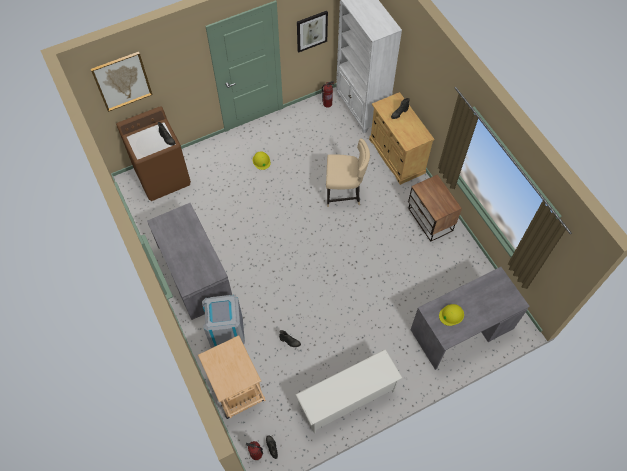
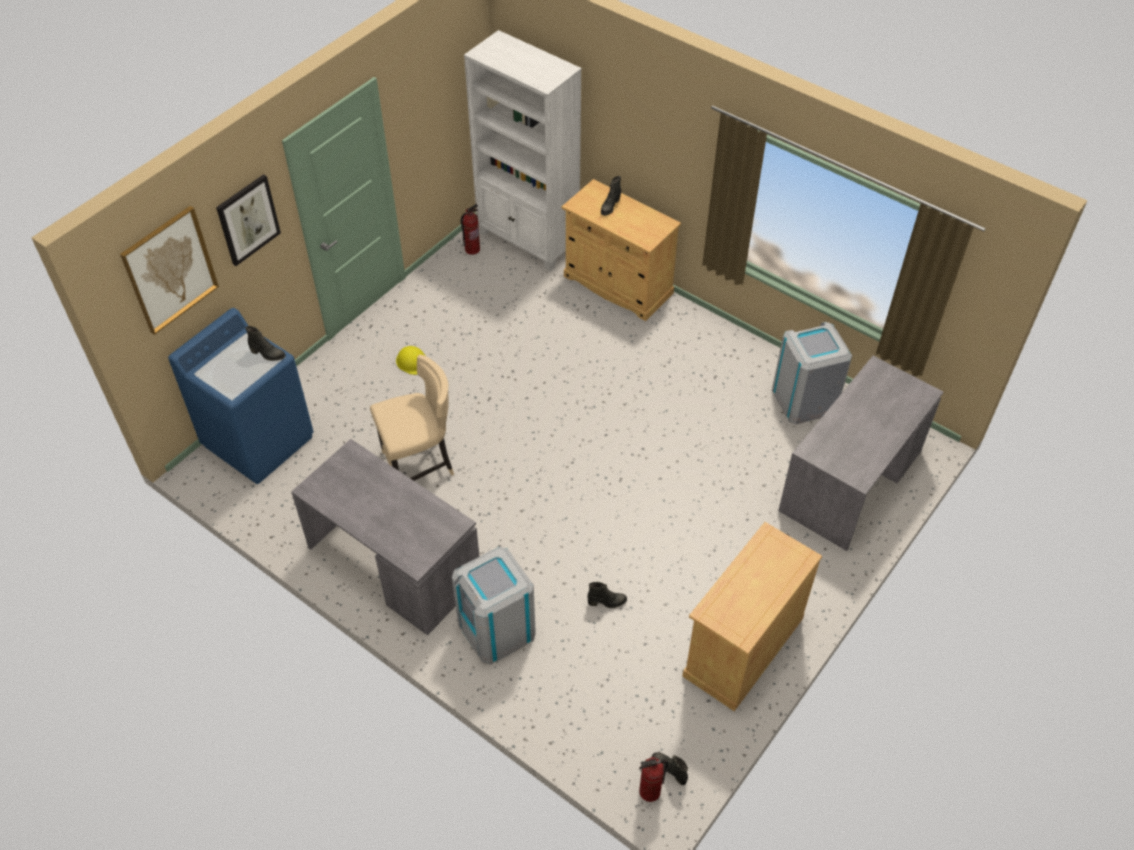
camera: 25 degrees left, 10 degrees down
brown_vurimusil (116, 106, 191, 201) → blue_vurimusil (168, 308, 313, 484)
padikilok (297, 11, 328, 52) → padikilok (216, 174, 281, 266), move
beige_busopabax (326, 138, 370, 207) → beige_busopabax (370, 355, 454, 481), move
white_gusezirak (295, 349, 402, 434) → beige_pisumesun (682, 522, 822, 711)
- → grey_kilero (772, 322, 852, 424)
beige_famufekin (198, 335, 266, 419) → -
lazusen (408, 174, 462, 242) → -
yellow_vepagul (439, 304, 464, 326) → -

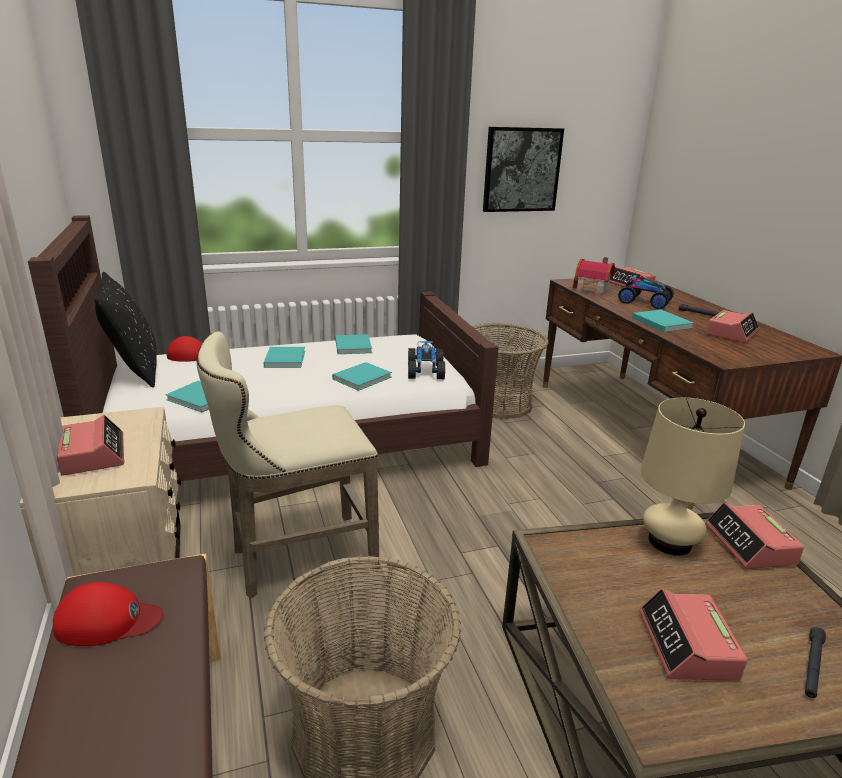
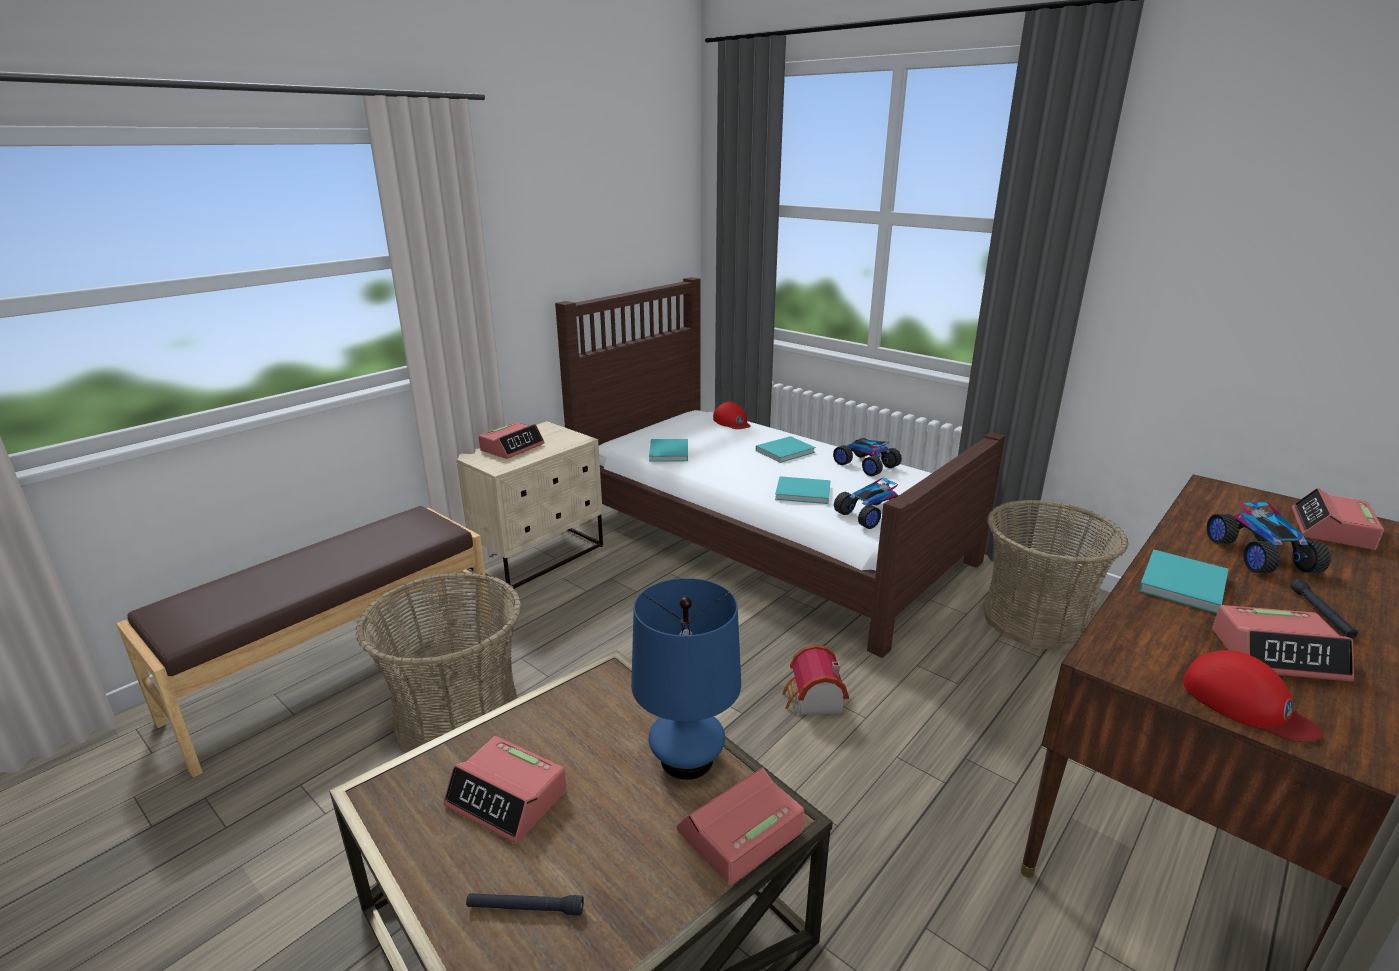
camera: 60 degrees right, 0 degrees up
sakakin (639, 589, 748, 681) → sakakin (443, 736, 567, 844), 120 degrees counterclockwise
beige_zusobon (641, 398, 745, 556) → blue_zusobon (631, 578, 741, 780)
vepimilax (573, 257, 615, 296) → vepimilax (782, 645, 849, 715), move
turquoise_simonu (335, 334, 372, 354) → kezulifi (833, 438, 902, 476)
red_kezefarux (53, 582, 163, 646) → red_kezefarux (1183, 650, 1323, 742), move
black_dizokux (95, 272, 157, 387) → -
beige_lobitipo (197, 331, 380, 598) → -
padikilok (483, 127, 564, 212) → -

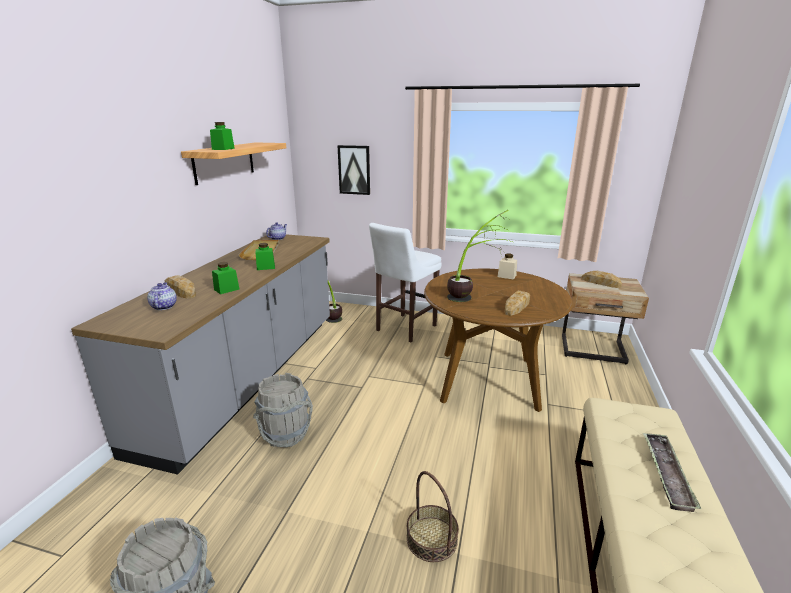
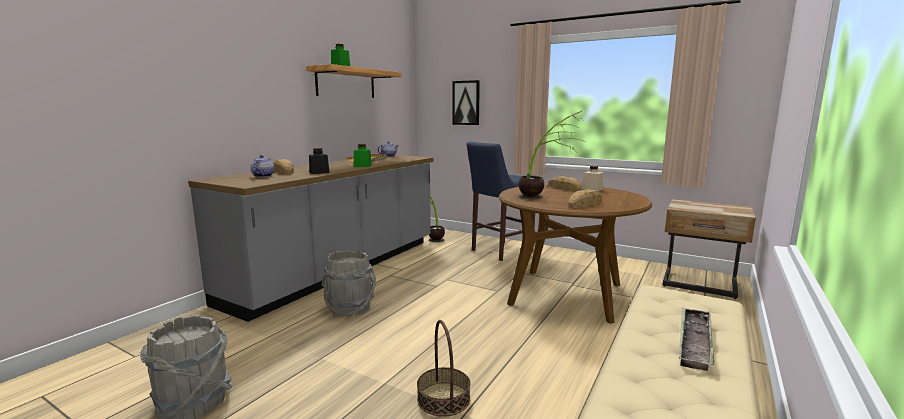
camera: 15 degrees right, 10 degrees down
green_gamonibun (212, 262, 239, 294) → black_gamonibun (309, 148, 329, 174)
white_lobitipo (369, 223, 442, 342) → blue_lobitipo (467, 142, 535, 261)
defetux (581, 271, 622, 288) → defetux (548, 176, 582, 192), move

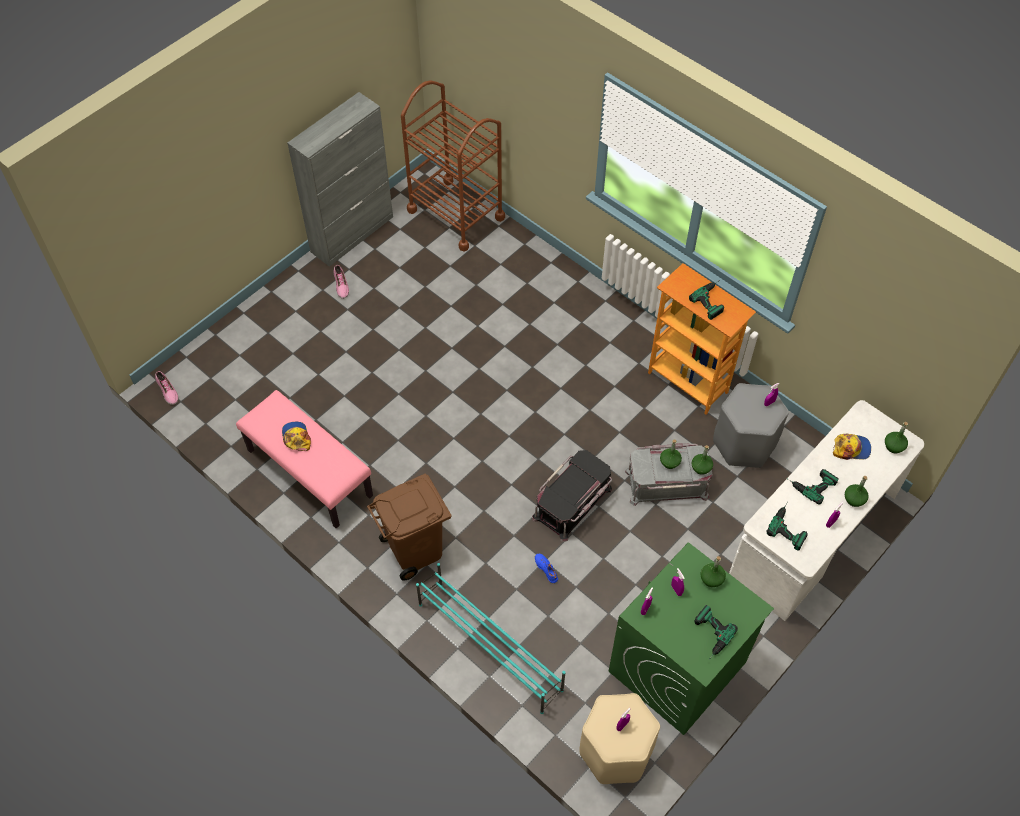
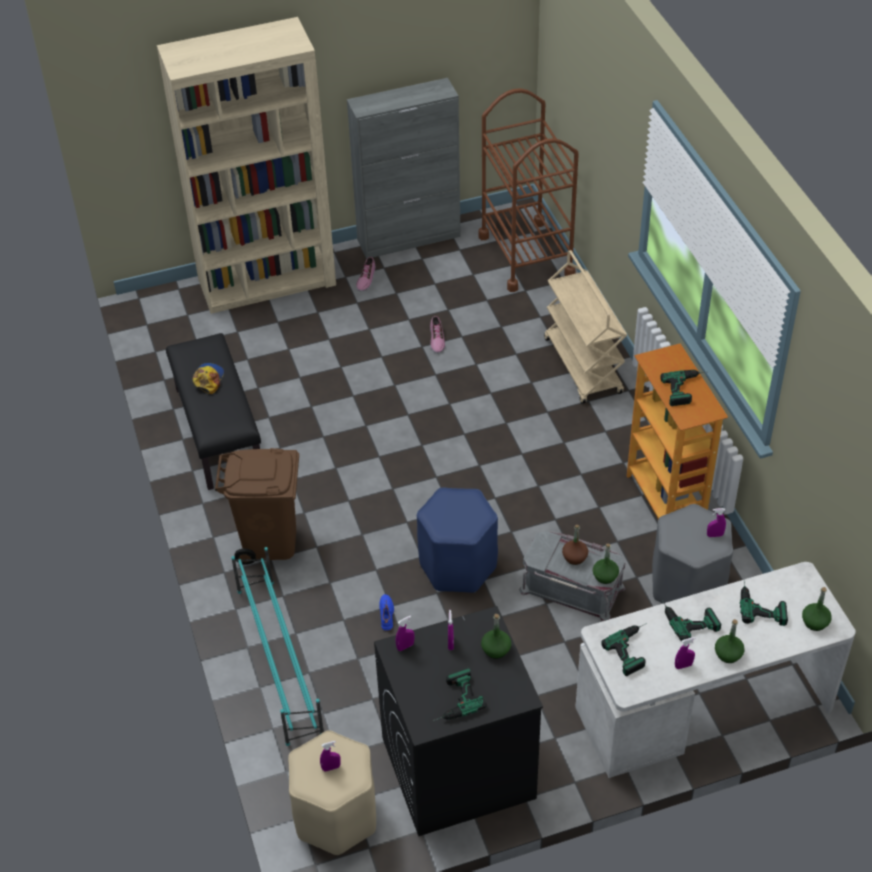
camera: 30 degrees right, 10 degrees down
- → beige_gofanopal (157, 17, 336, 314)
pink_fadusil (236, 390, 373, 529) → black_fadusil (166, 333, 261, 490)
green_vurimusil (609, 542, 774, 735) → black_vurimusil (374, 606, 543, 836)
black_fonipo (532, 450, 612, 542) → blue_lobitipo (417, 487, 498, 593)
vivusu (155, 371, 178, 405) → vivusu (430, 316, 445, 353), move
- → beige_famufekin (544, 250, 627, 404)
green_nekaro (660, 440, 682, 469) → brown_nekaro (562, 525, 588, 565)
kezefarux (833, 434, 871, 460) → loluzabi (740, 579, 788, 626)

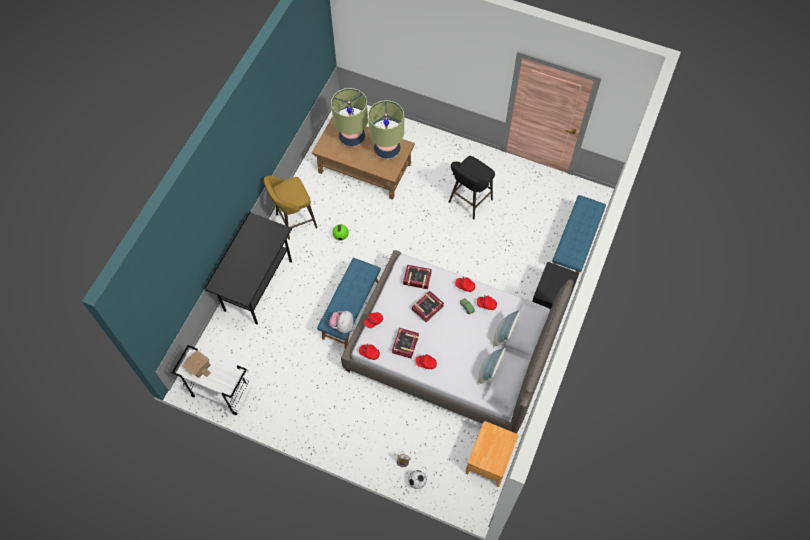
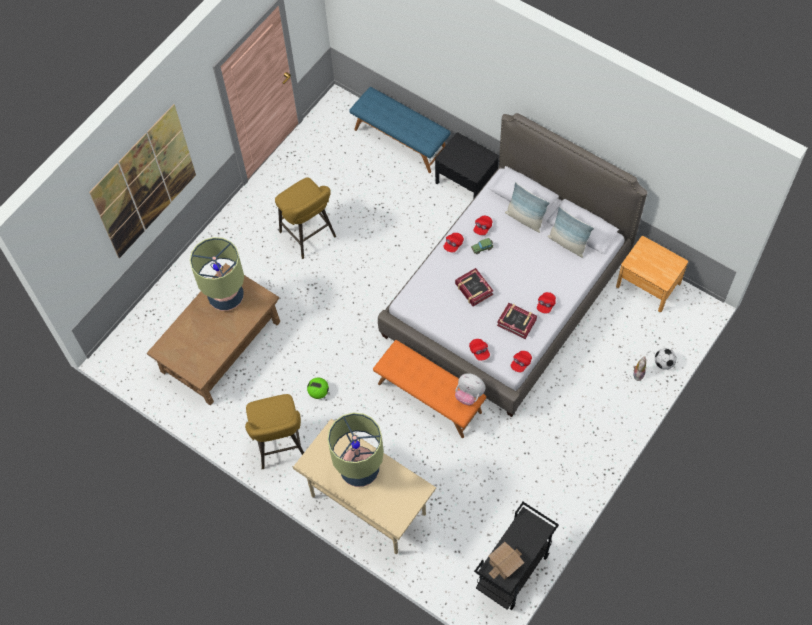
camera: 75 degrees left, 0 degrees up
- → padikilok (89, 104, 196, 258)
black_lobitipo (449, 156, 495, 220) → yellow_lobitipo (275, 177, 336, 259)
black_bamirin (204, 211, 292, 325) → beige_bamirin (292, 419, 436, 554)
zusobon (331, 88, 368, 147) → zusobon (327, 413, 384, 487), move
blue_fadusil (317, 258, 381, 349) → orange_fadusil (373, 340, 486, 438)
white_famufekin (172, 345, 252, 415) → black_famufekin (474, 502, 559, 610)
simonu (403, 265, 432, 289) → -

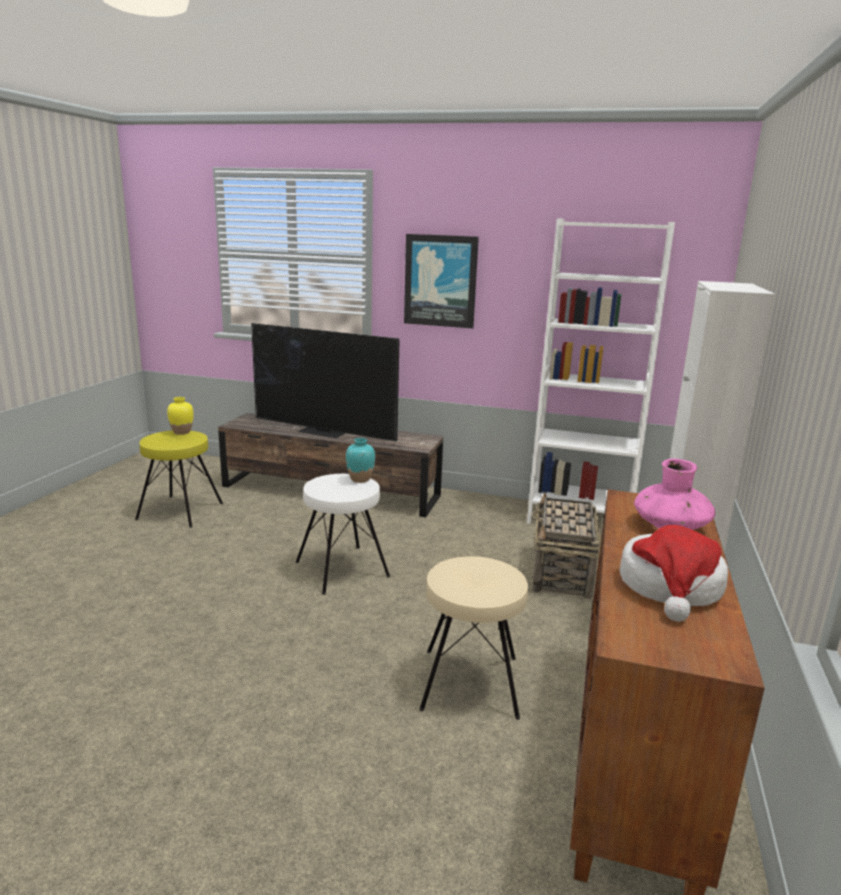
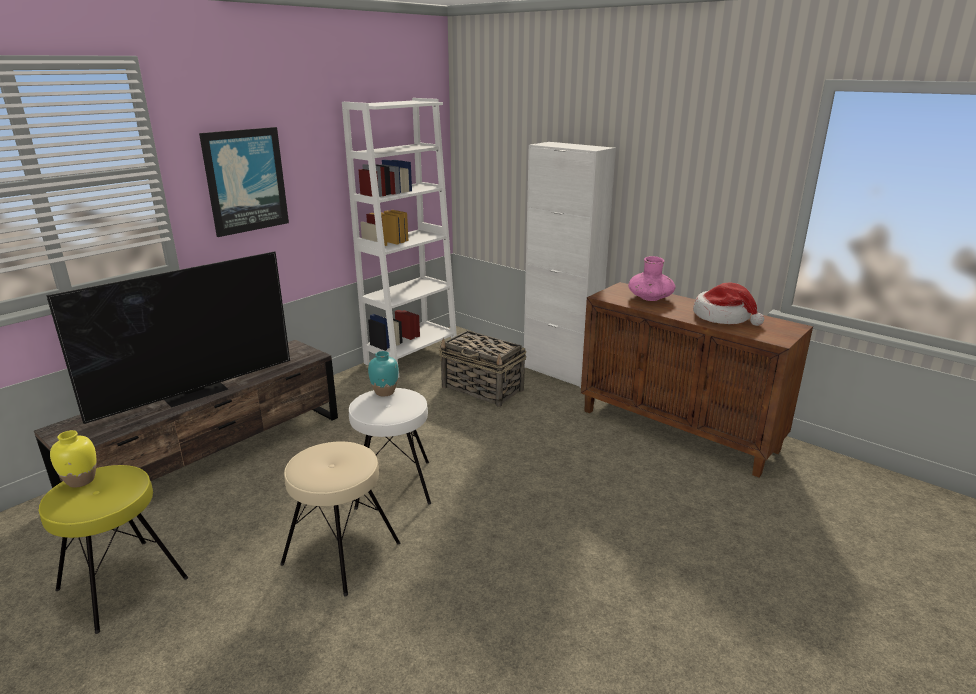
camera: 65 degrees left, 5 degrees up
beige_lobitipo (419, 556, 528, 720) → beige_lobitipo (280, 441, 400, 596), move

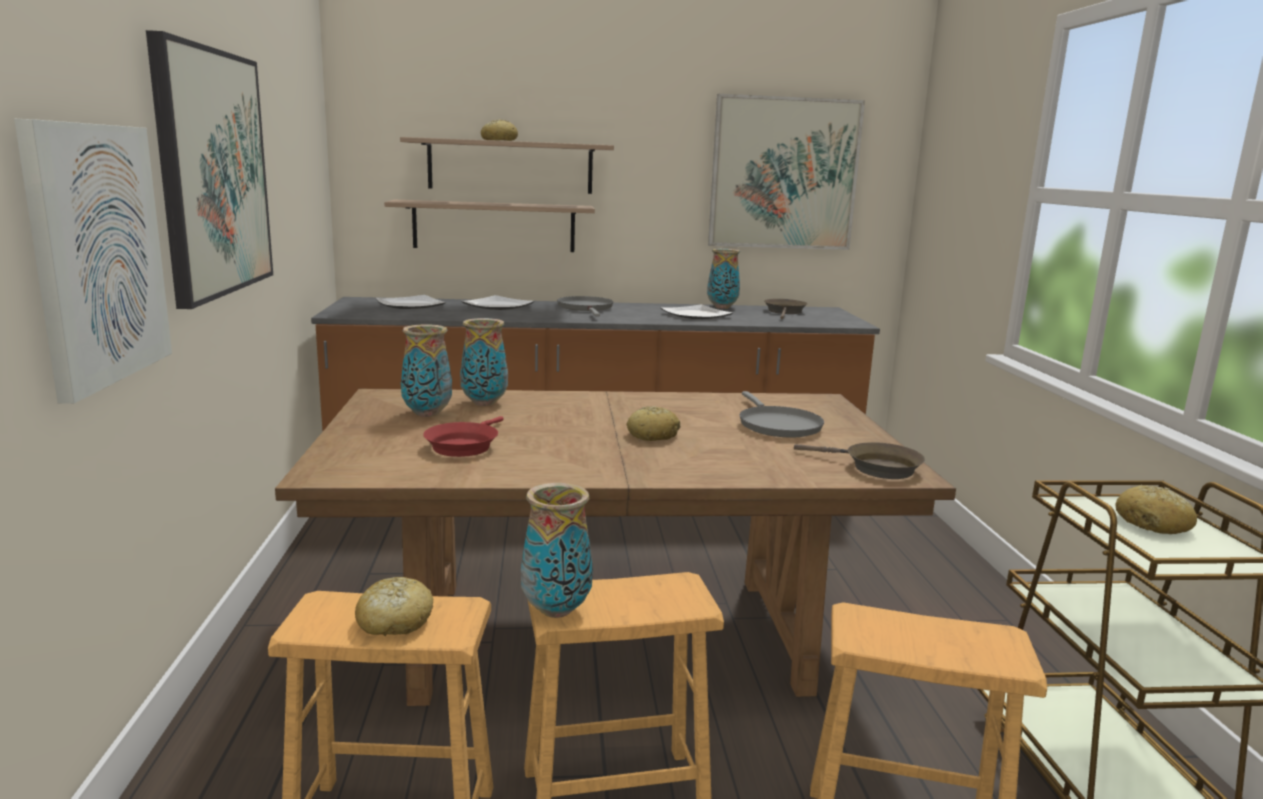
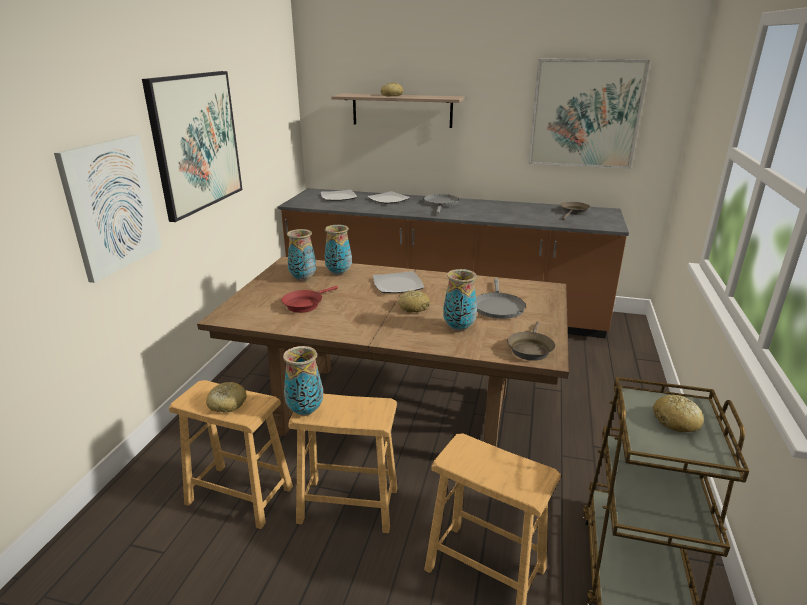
camera: 20 degrees right, 10 degrees up
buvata (661, 304, 733, 319) → buvata (373, 271, 424, 293), move
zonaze (707, 249, 740, 309) → zonaze (443, 269, 477, 332), move
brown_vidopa (794, 442, 925, 479) → brown_vidopa (507, 321, 555, 361), 60 degrees clockwise
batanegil (384, 200, 595, 252) → -

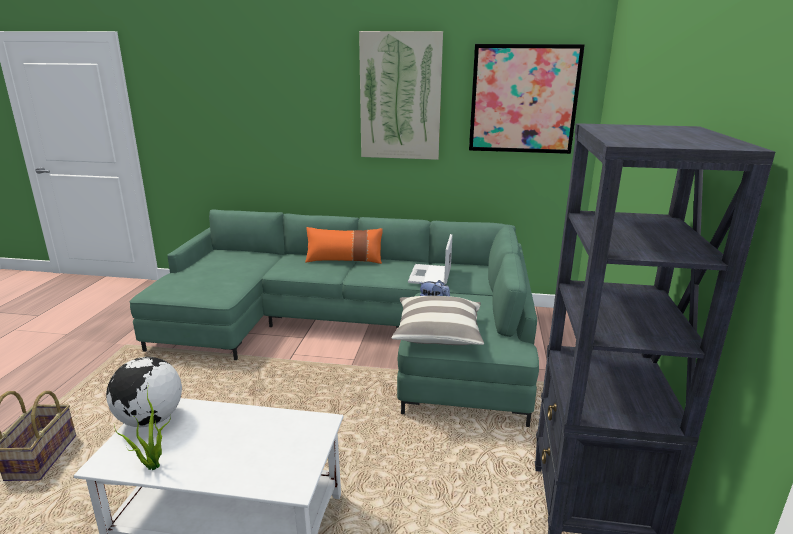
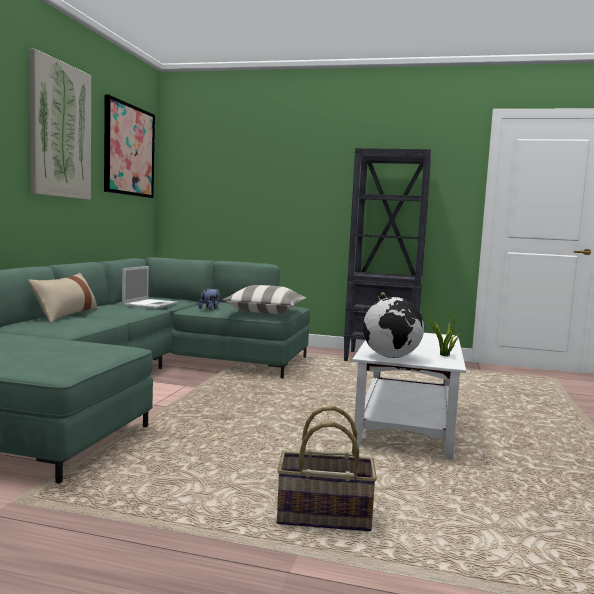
camera: 85 degrees left, 15 degrees down
orange_dizokux (305, 227, 383, 264) → beige_dizokux (28, 273, 98, 323)
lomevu (408, 234, 452, 285) → lomevu (122, 266, 178, 309), 90 degrees counterclockwise

